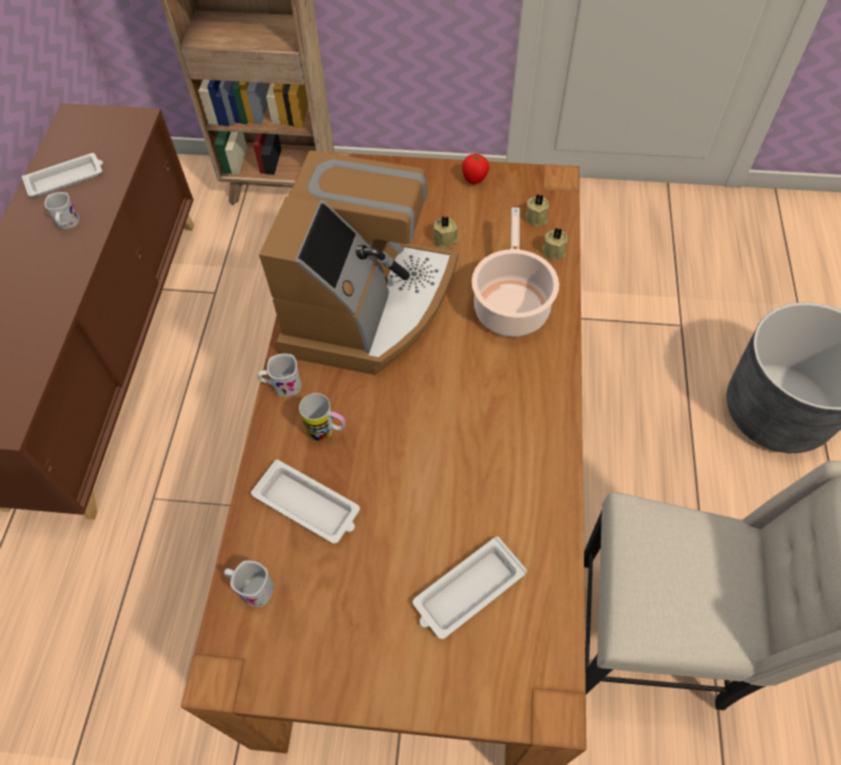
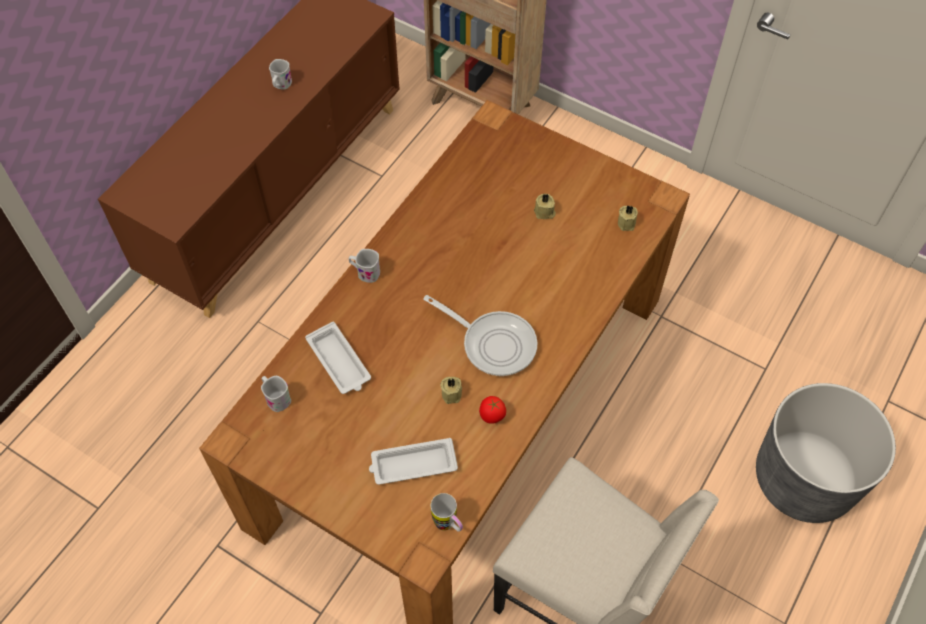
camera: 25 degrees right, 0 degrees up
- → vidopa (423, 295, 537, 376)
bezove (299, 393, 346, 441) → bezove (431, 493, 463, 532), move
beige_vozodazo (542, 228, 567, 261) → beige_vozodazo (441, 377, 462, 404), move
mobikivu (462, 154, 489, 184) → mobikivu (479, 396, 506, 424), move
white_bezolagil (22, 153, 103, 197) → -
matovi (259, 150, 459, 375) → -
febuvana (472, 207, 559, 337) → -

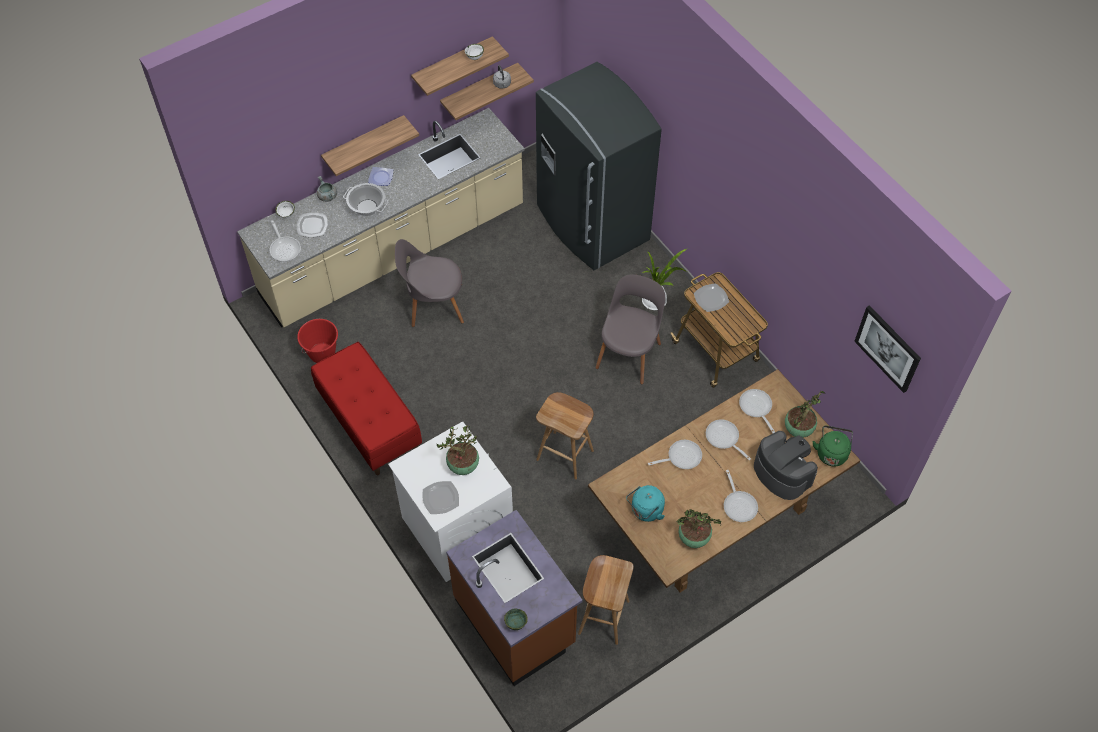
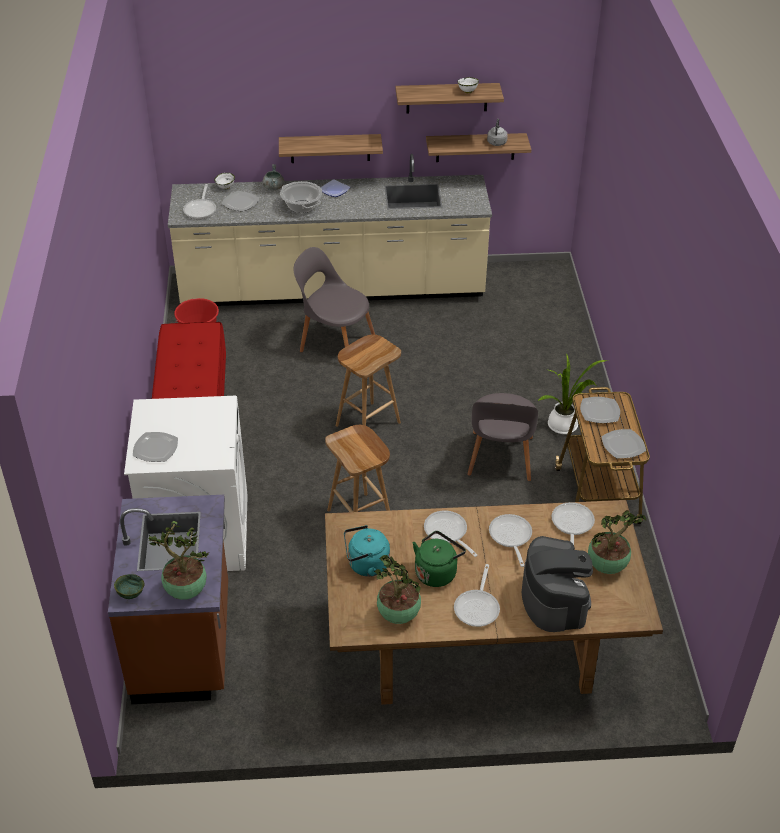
camera: 30 degrees right, 15 degrees down
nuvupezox (437, 426, 479, 475) → nuvupezox (149, 521, 209, 600), move
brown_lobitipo (578, 555, 634, 645) → brown_lobitipo (336, 335, 401, 427), move
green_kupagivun (812, 426, 853, 466) → green_kupagivun (413, 531, 466, 587), move
vidopa (648, 440, 702, 469) → vidopa (424, 510, 478, 557), 135 degrees counterclockwise
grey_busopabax (595, 274, 665, 384) → grey_busopabax (467, 393, 538, 481), 135 degrees clockwise
- → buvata (601, 429, 646, 458)
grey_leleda (536, 62, 662, 270) → -
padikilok (854, 305, 921, 393) → -

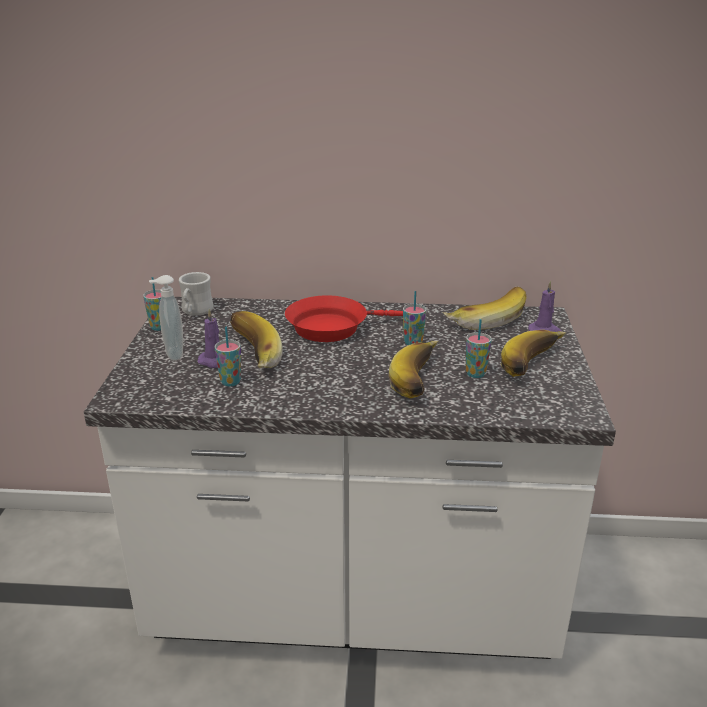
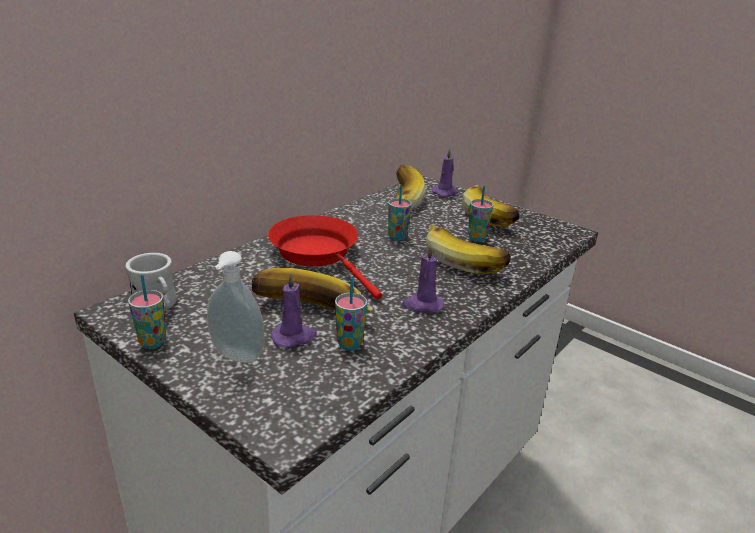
camera: 55 degrees left, 0 degrees up
red_vidopa (285, 295, 403, 342) → red_vidopa (268, 215, 382, 300), 120 degrees clockwise
- → purple_vozodazo (402, 244, 444, 313)

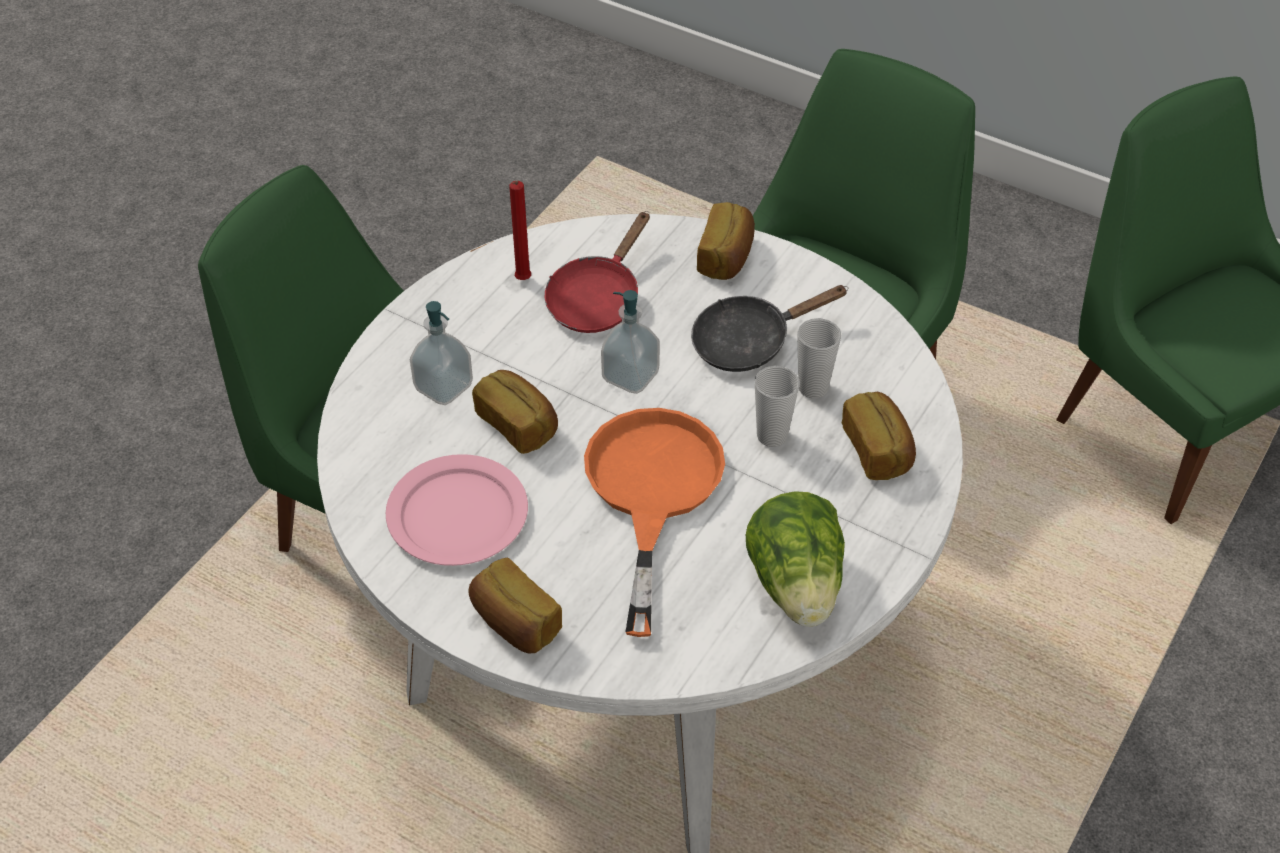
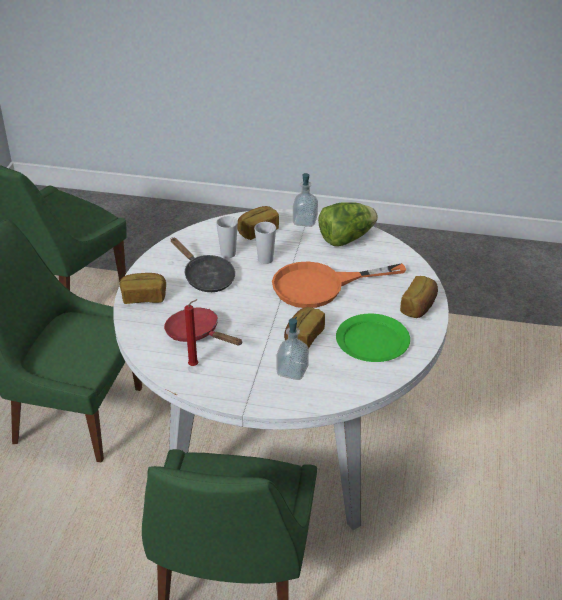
camera: 110 degrees left, 10 degrees down
red_vidopa (545, 211, 650, 333) → red_vidopa (164, 308, 243, 345), 150 degrees counterclockwise
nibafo (601, 290, 660, 394) → nibafo (293, 173, 318, 227), move
pink_buvata (386, 454, 528, 566) → green_buvata (336, 314, 410, 362)

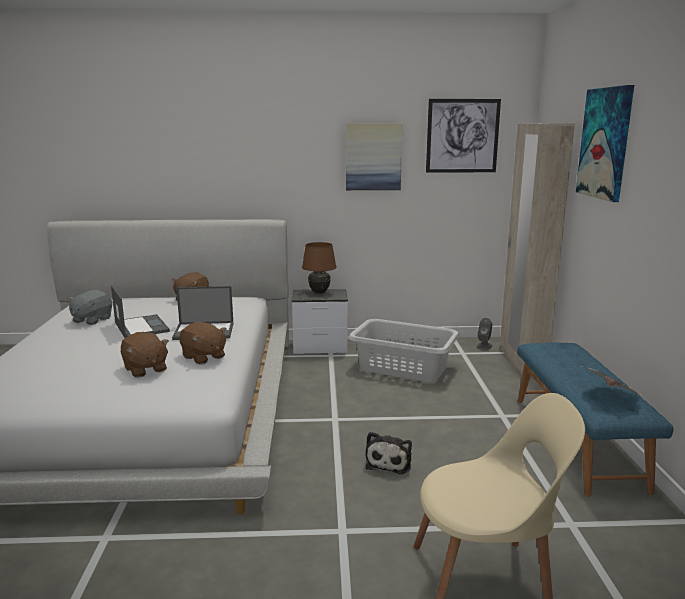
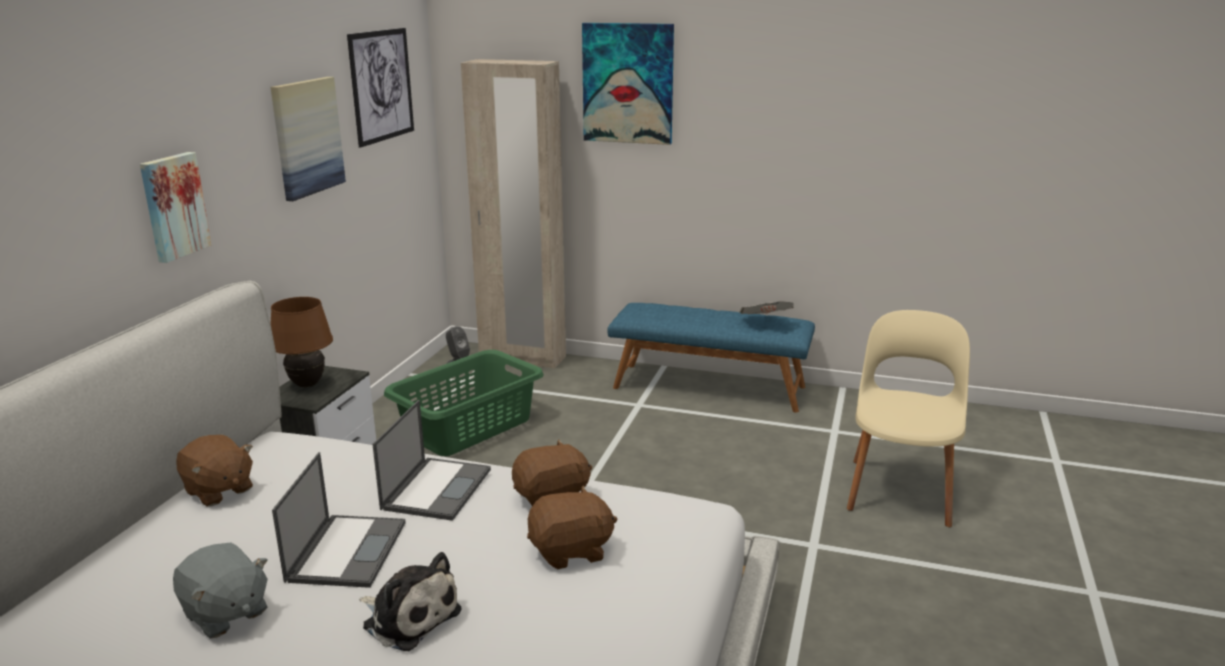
camera: 70 degrees left, 5 degrees up
- → padikilok (140, 152, 212, 263)
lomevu (111, 285, 170, 338) → lomevu (272, 452, 406, 588), 105 degrees clockwise
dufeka (365, 432, 412, 474) → dufeka (359, 552, 462, 651), move
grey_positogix (349, 319, 459, 382) → green_positogix (384, 350, 544, 456)

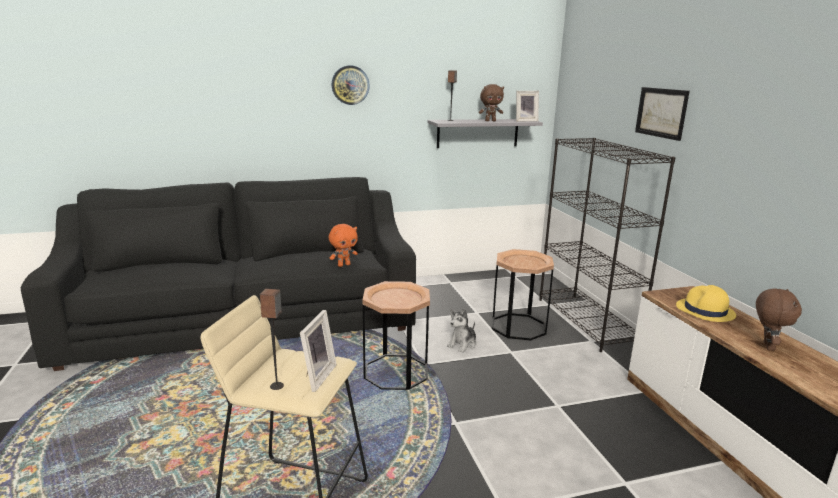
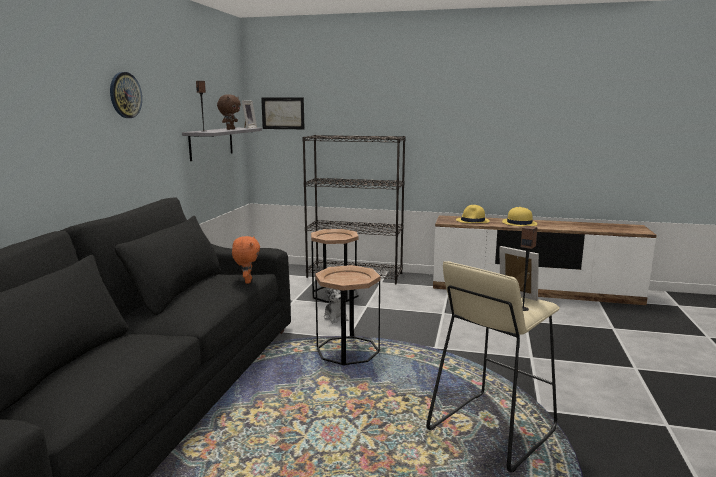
camera: 60 degrees left, 5 degrees down
padikilok (635, 87, 690, 141) → padikilok (261, 97, 305, 129), move
brown_dufeka (756, 289, 802, 351) → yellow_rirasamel (502, 207, 537, 226)

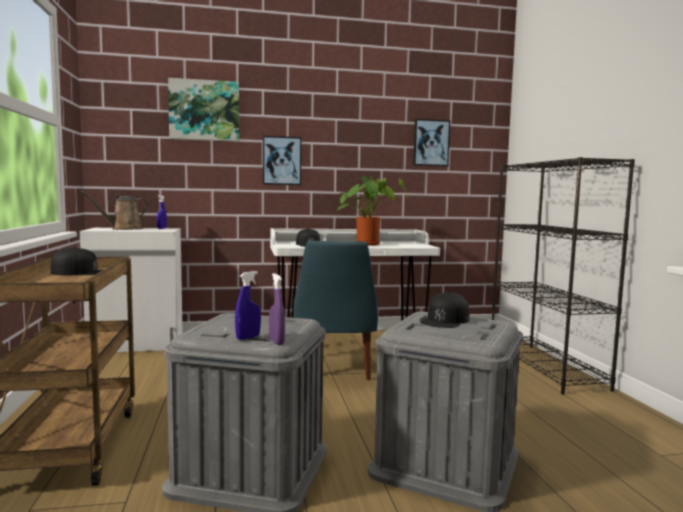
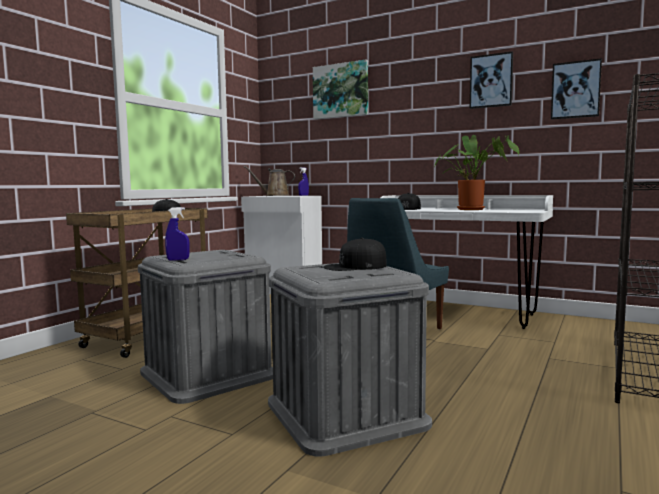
camera: 40 degrees right, 0 degrees up
padikilok (263, 136, 301, 185) → padikilok (470, 51, 513, 109), move
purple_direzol (269, 273, 285, 345) → -

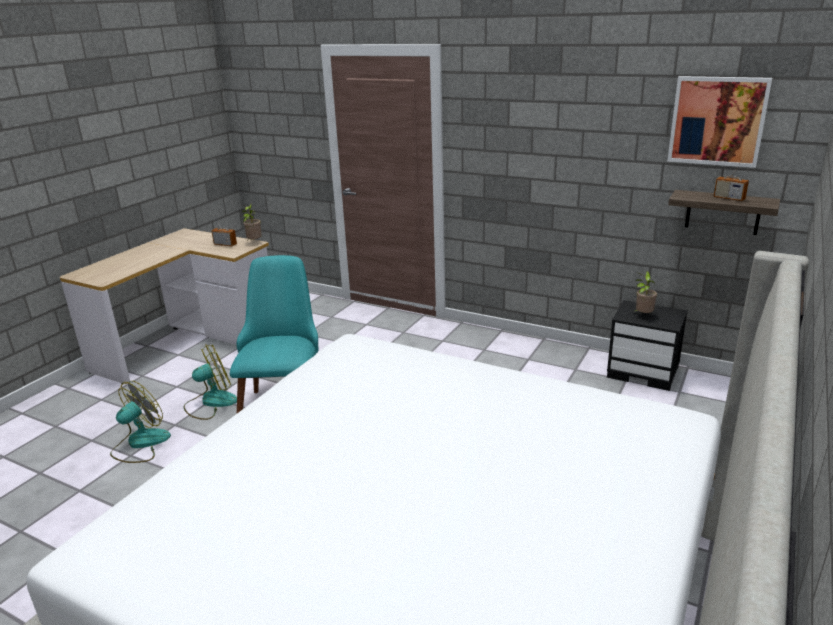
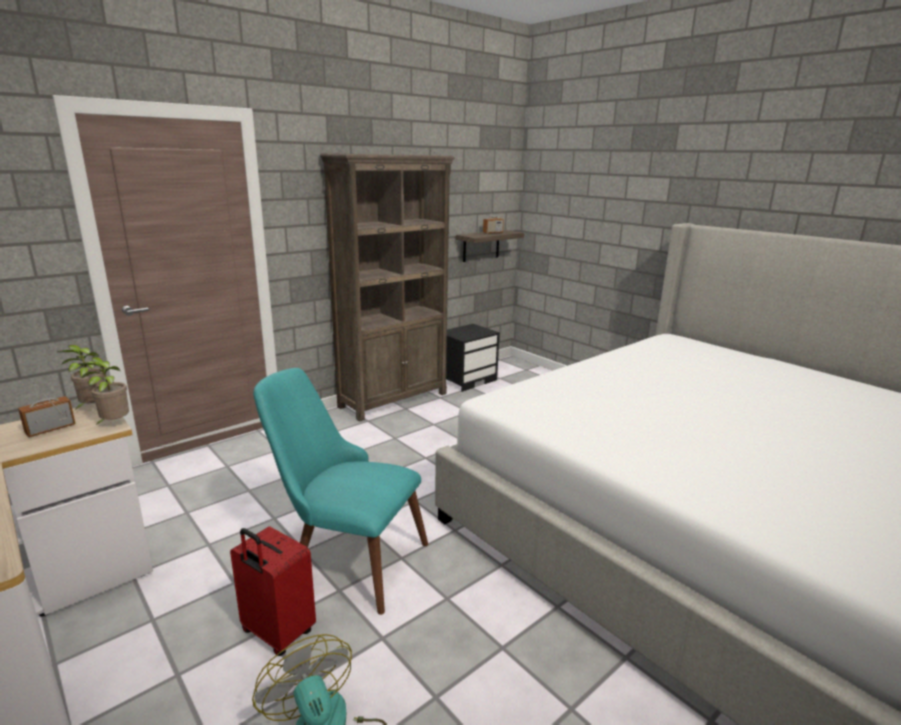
camera: 70 degrees left, 5 degrees down
nuvupezox (635, 271, 657, 313) → nuvupezox (79, 357, 129, 426), move
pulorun (183, 344, 237, 420) → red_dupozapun (230, 526, 316, 656)
- → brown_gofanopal (320, 153, 455, 422)
padikilok (667, 76, 772, 168) → -

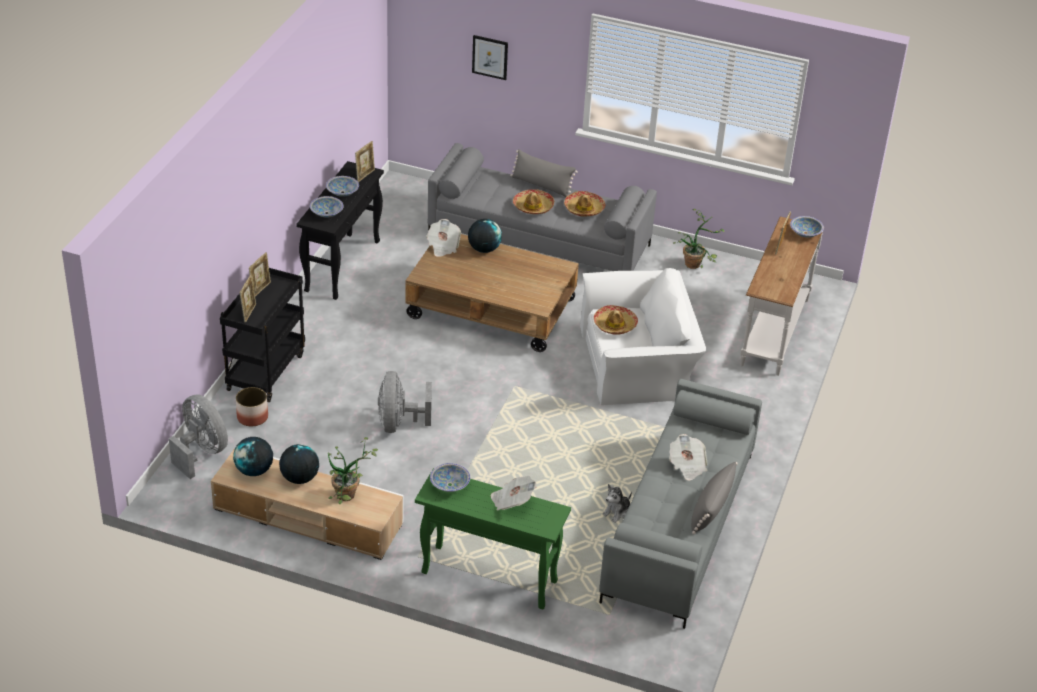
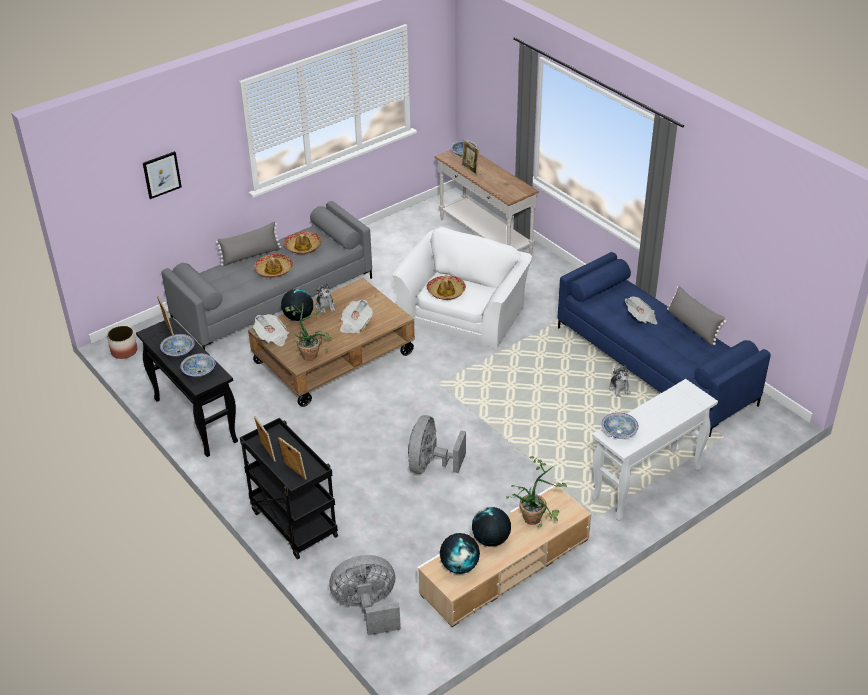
camera: 55 degrees left, 0 degrees up
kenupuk (236, 387, 268, 426) → kenupuk (107, 326, 137, 359), move
nuvupezox (673, 209, 725, 269) → nuvupezox (285, 304, 333, 361), move
- → dufeka (315, 283, 335, 314)
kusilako (491, 476, 537, 511) → kusilako (340, 300, 373, 334), move
grey_pulorun (378, 371, 432, 433) → grey_pulorun (408, 415, 466, 474), 75 degrees clockwise
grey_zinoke (599, 379, 762, 629) → blue_zinoke (558, 252, 771, 437)
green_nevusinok (415, 468, 571, 609) → white_nevusinok (592, 379, 718, 521)

